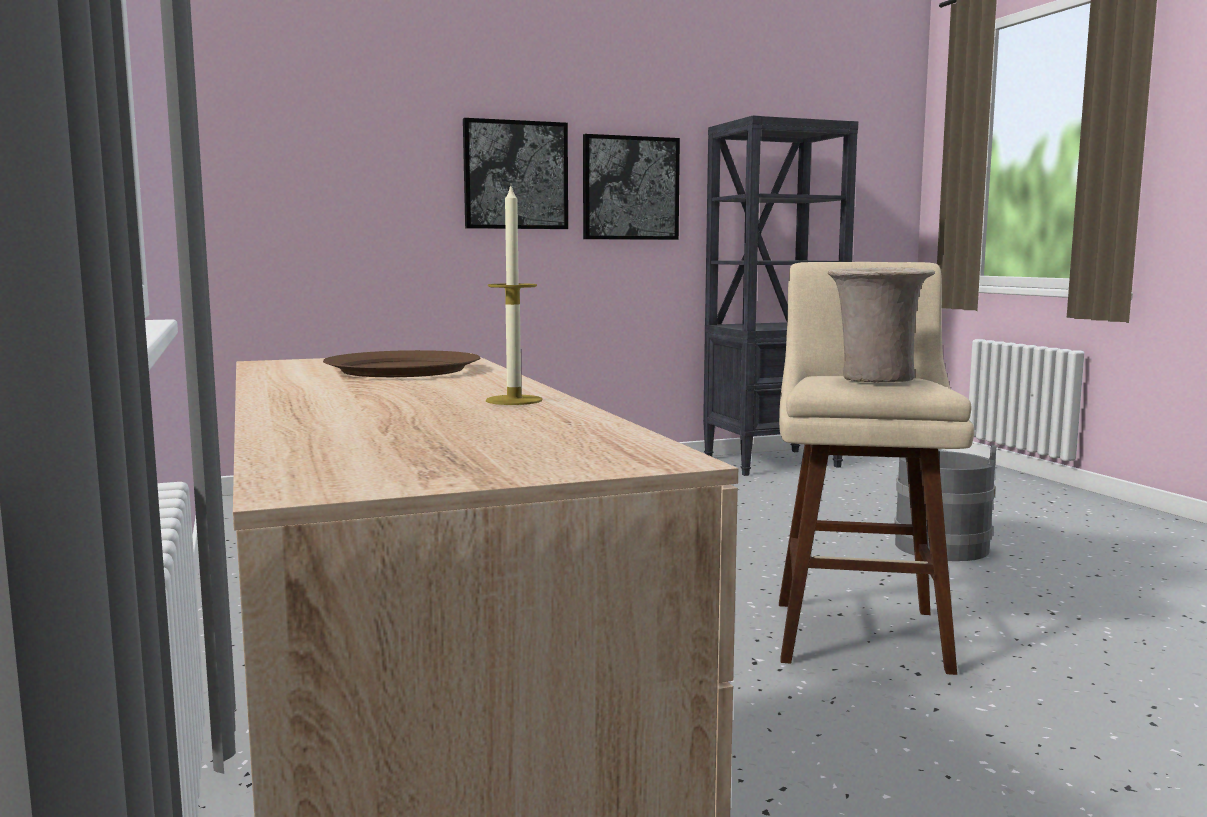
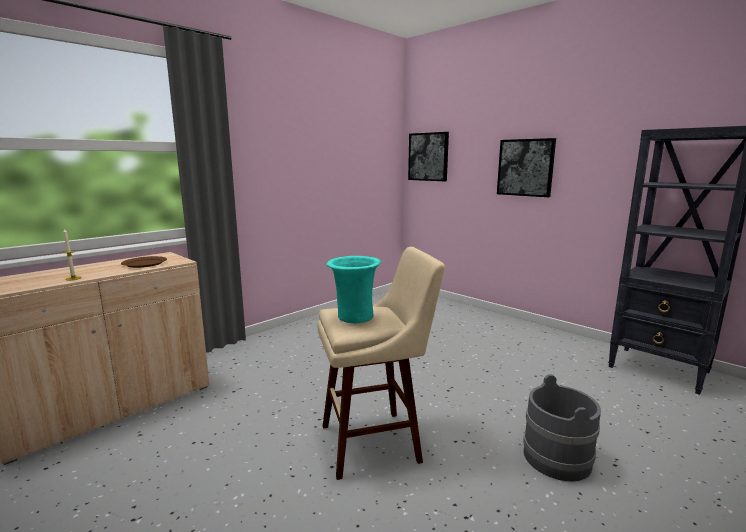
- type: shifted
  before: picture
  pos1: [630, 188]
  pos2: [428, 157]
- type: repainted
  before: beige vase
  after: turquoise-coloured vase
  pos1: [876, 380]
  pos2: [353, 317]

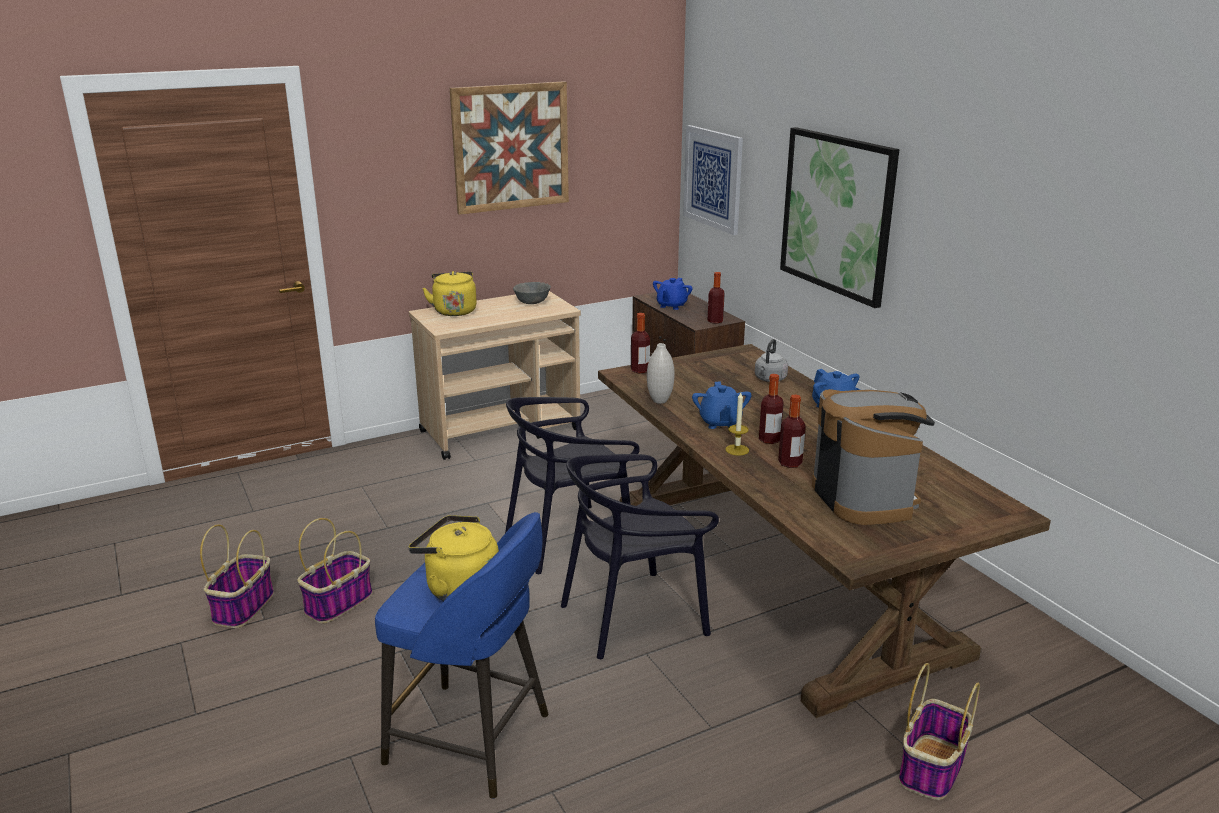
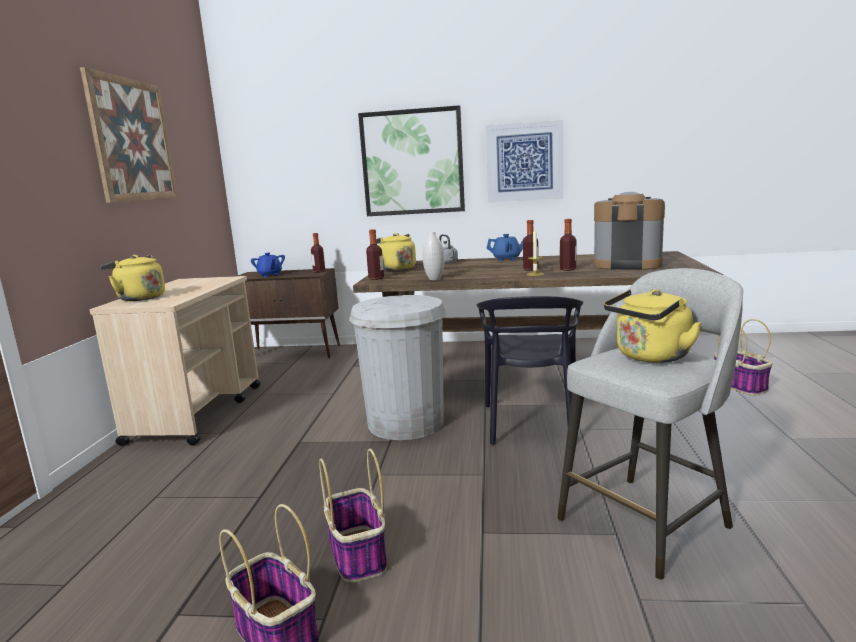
- type: repainted
  before: blue sitting stool
  after: greyish sitting stool
  pos1: [472, 740]
  pos2: [646, 521]
- type: swapped
  before: black chair
  after: white trash can
  pos1: [569, 540]
  pos2: [406, 423]
- type: gone
  before: greyish serving bowl
  pos1: [532, 303]
- type: shifted
  before: picture
  pos1: [713, 178]
  pos2: [524, 162]
- type: gone
  before: blue pot for tea
  pos1: [720, 423]
- type: new
  after: yellowish kettle
  pos2: [396, 268]

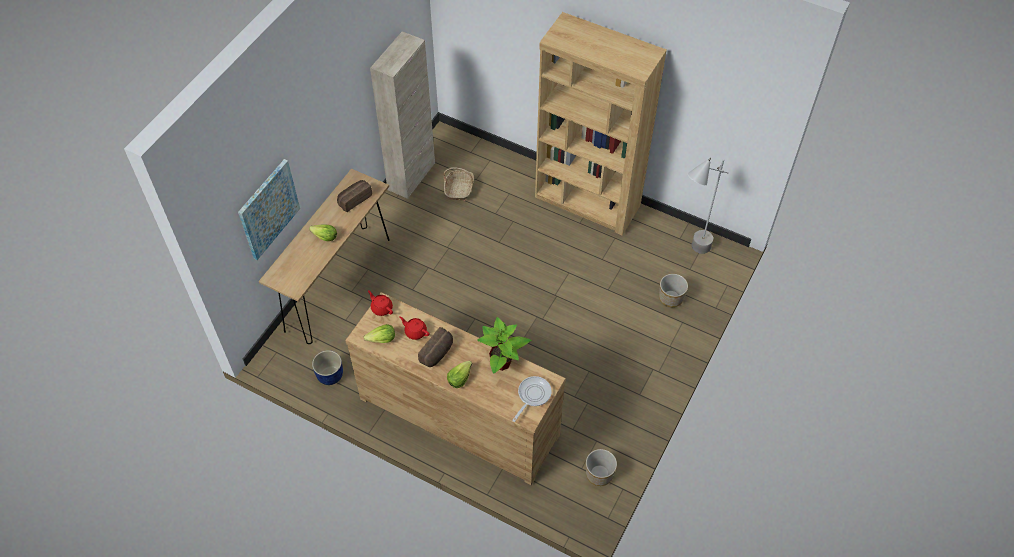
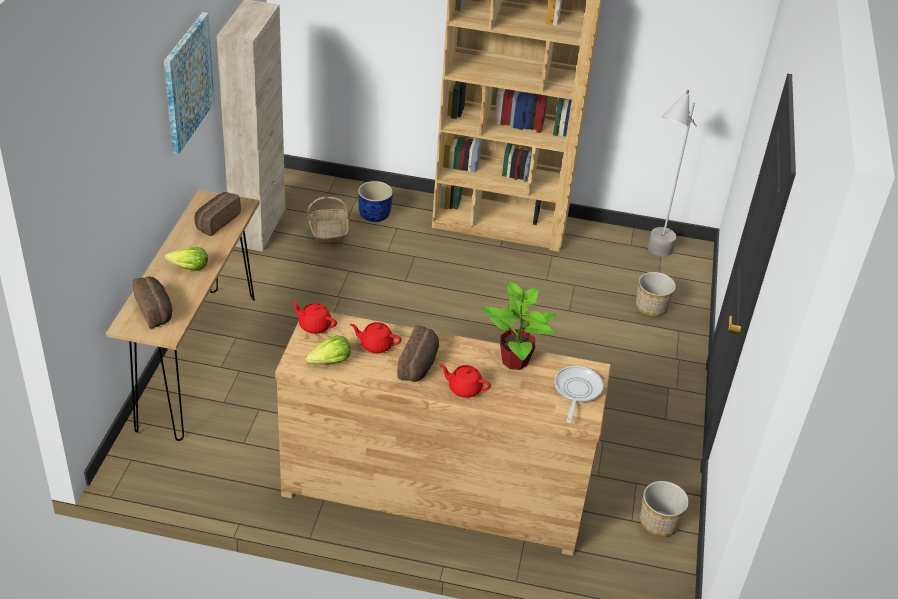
- type: shifted
  before: picture
  pos1: [268, 209]
  pos2: [187, 82]
- type: shifted
  before: blue plant pot
  pos1: [330, 375]
  pos2: [375, 215]
- type: swapped
  before: lettuce
  after: reddish pot for tea
  pos1: [459, 378]
  pos2: [464, 388]
- type: new
  after: bakery bread
  pos2: [155, 310]

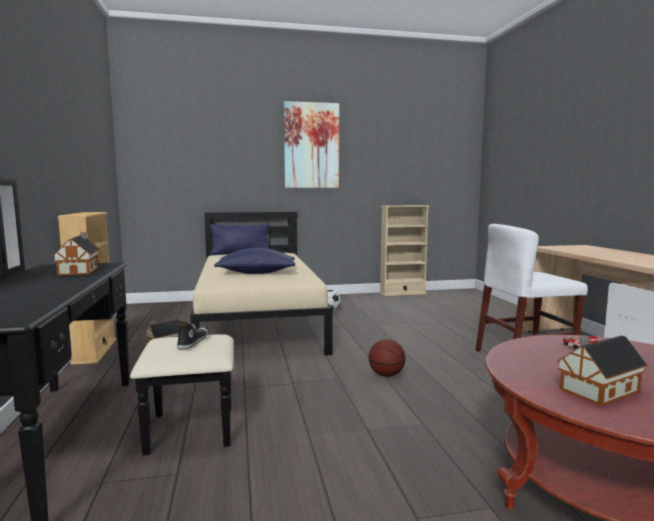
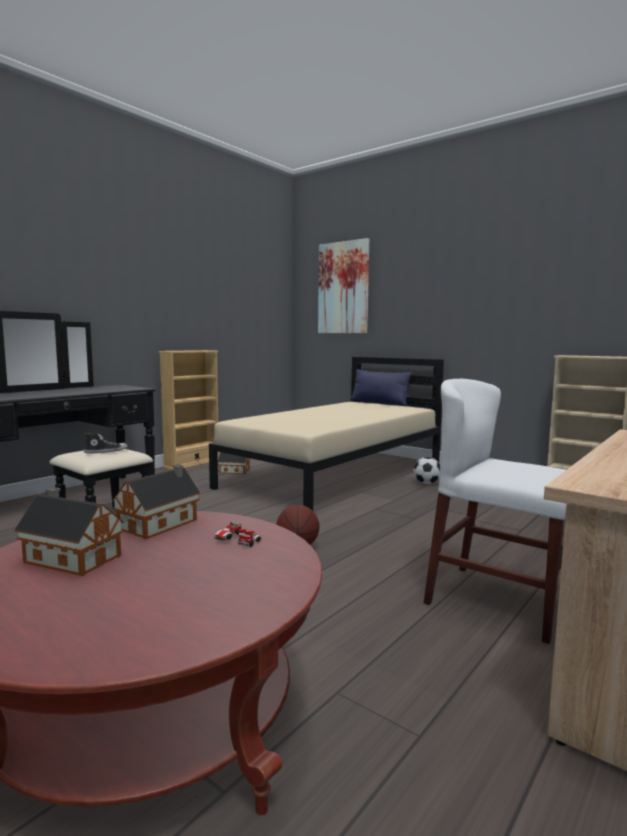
- type: shifted
  before: model house
  pos1: [80, 270]
  pos2: [161, 524]
- type: gone
  before: blue pillow
  pos1: [256, 273]
- type: shifted
  before: picture
  pos1: [311, 145]
  pos2: [343, 288]

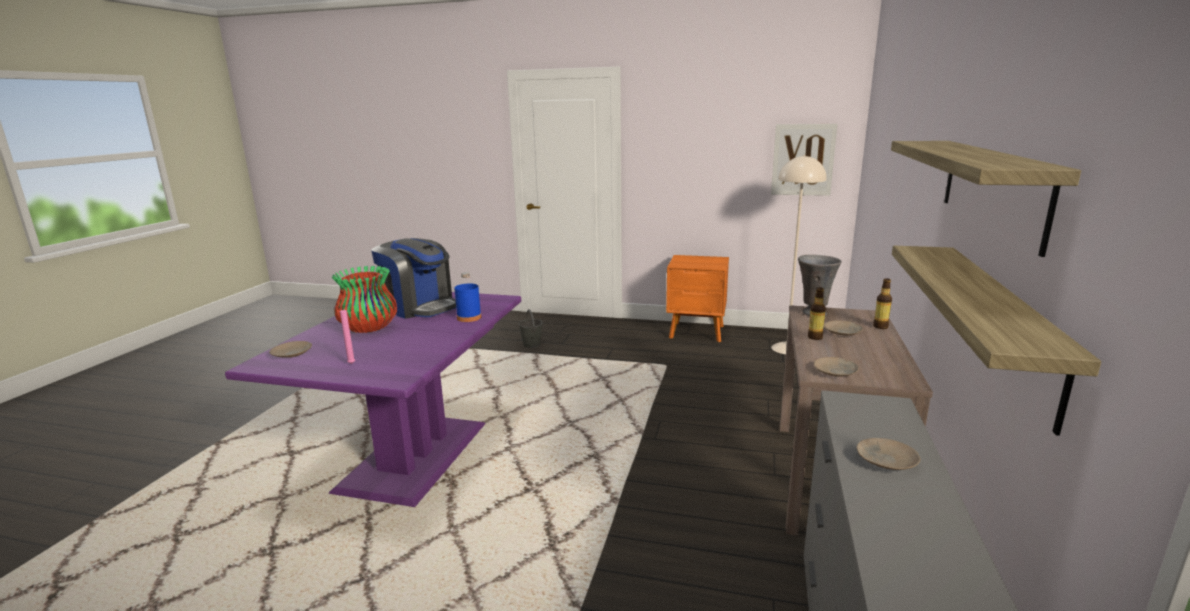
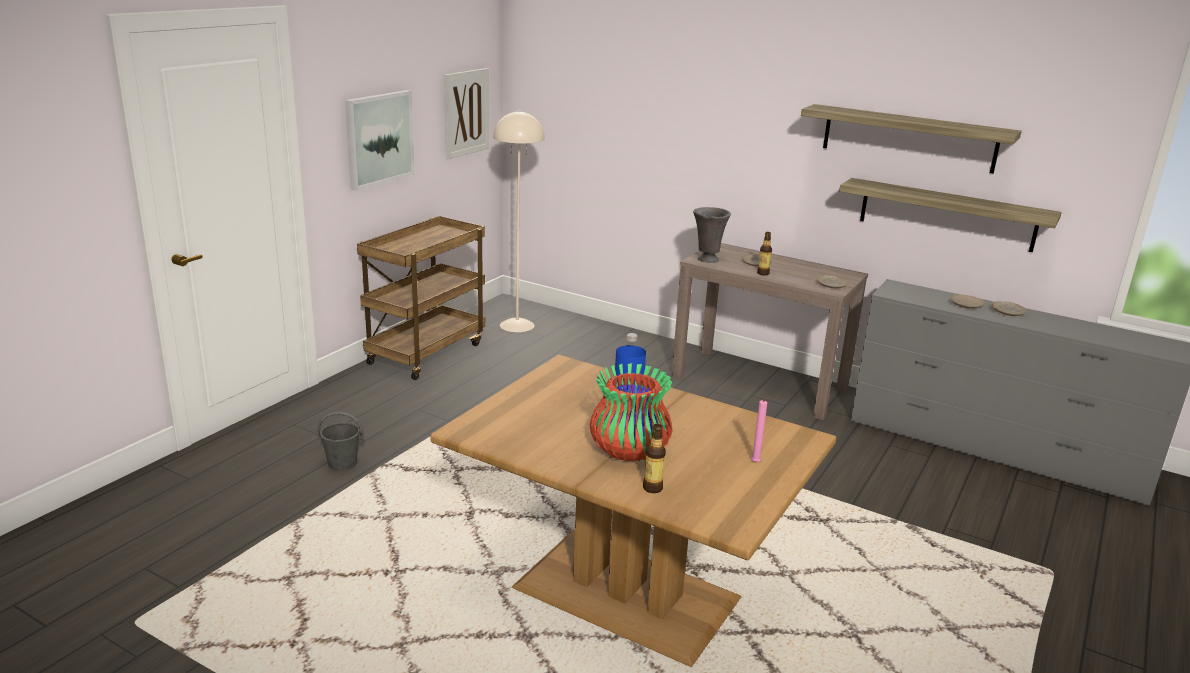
- type: repainted
  before: purple dining table
  after: brownish dining table
  pos1: [412, 456]
  pos2: [625, 595]
- type: shifted
  before: beige flat dish
  pos1: [292, 353]
  pos2: [1008, 312]
- type: gone
  before: coffee maker
  pos1: [419, 307]
- type: swapped
  before: orange-coloured bedside table
  after: brownish trolley
  pos1: [697, 332]
  pos2: [426, 352]
- type: shifted
  before: bottle
  pos1: [880, 327]
  pos2: [652, 488]
- type: new
  after: picture
  pos2: [378, 138]

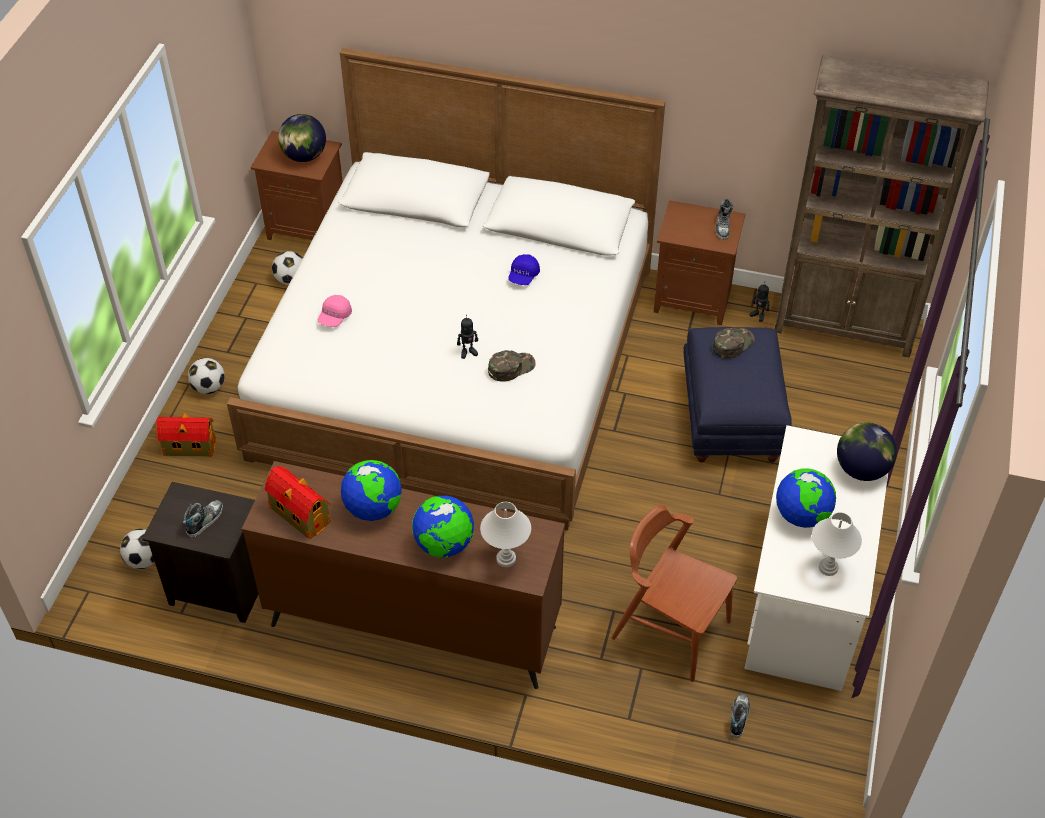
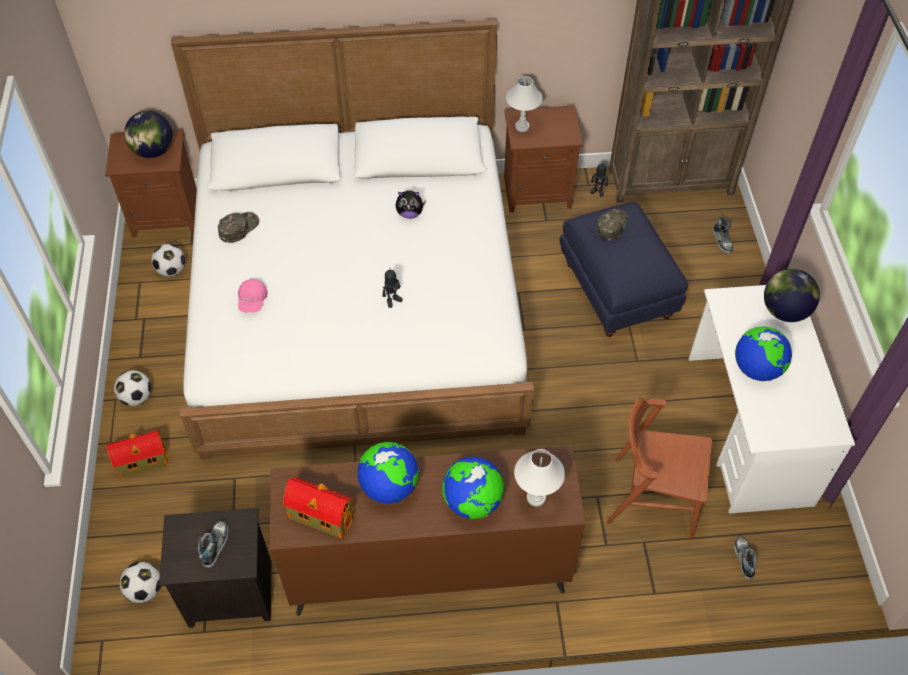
- type: shifted
  before: green cap
  pos1: [511, 367]
  pos2: [238, 228]
- type: swapped
  before: blue cap
  after: plush toy
  pos1: [523, 276]
  pos2: [410, 213]
- type: shifted
  before: item of footwear
  pos1: [723, 226]
  pos2: [722, 240]
- type: shifted
  before: white tabletop lamp
  pos1: [827, 568]
  pos2: [522, 127]

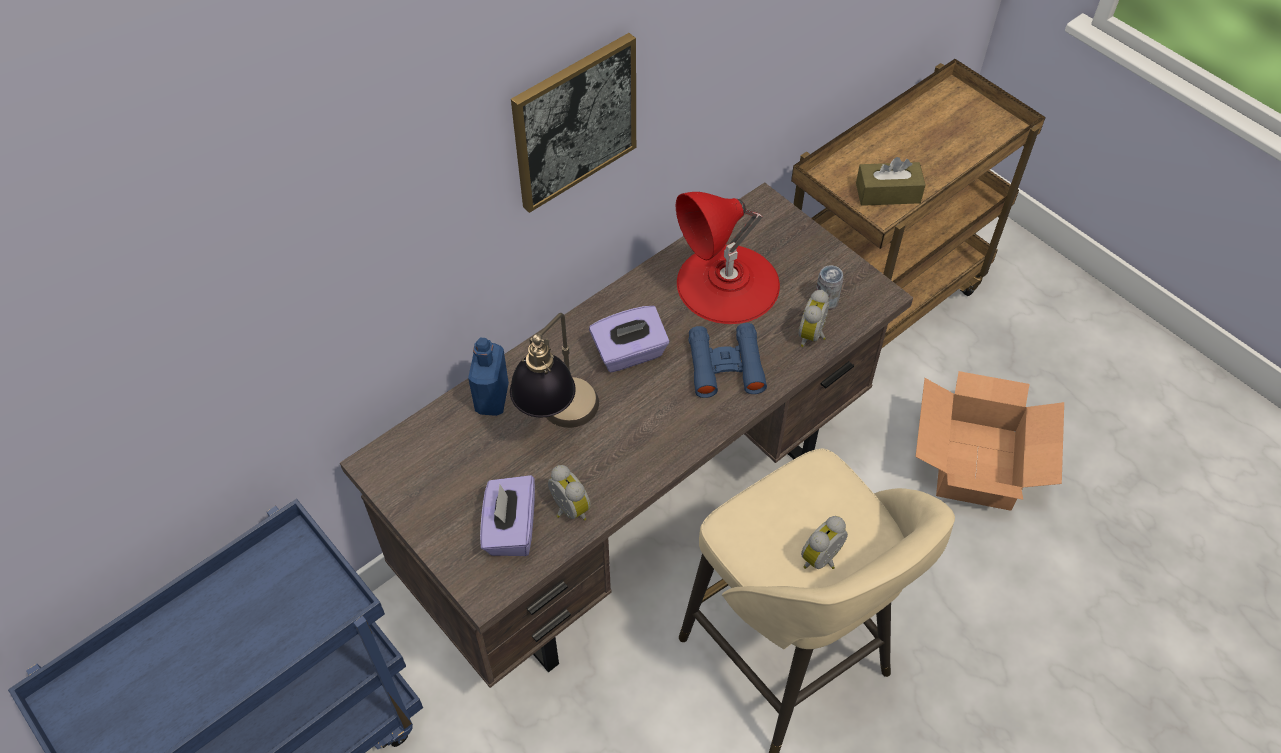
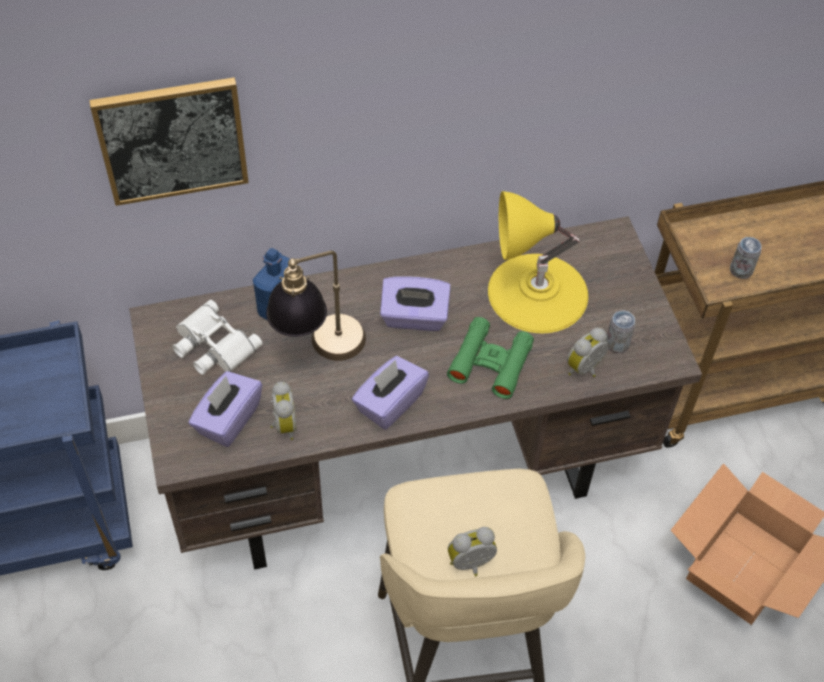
- type: shifted
  before: picture
  pos1: [574, 122]
  pos2: [172, 140]
- type: repainted
  before: reddish tabletop lamp
  after: yellowish tabletop lamp
  pos1: [728, 284]
  pos2: [537, 293]
- type: repainted
  before: blue binoculars
  after: green binoculars
  pos1: [725, 366]
  pos2: [490, 363]
- type: swapped
  before: brownish tissue holder
  after: sealed can
  pos1: [887, 193]
  pos2: [741, 270]
- type: new
  after: white binoculars
  pos2: [212, 345]
- type: new
  after: purple tissue holder
  pos2: [389, 403]

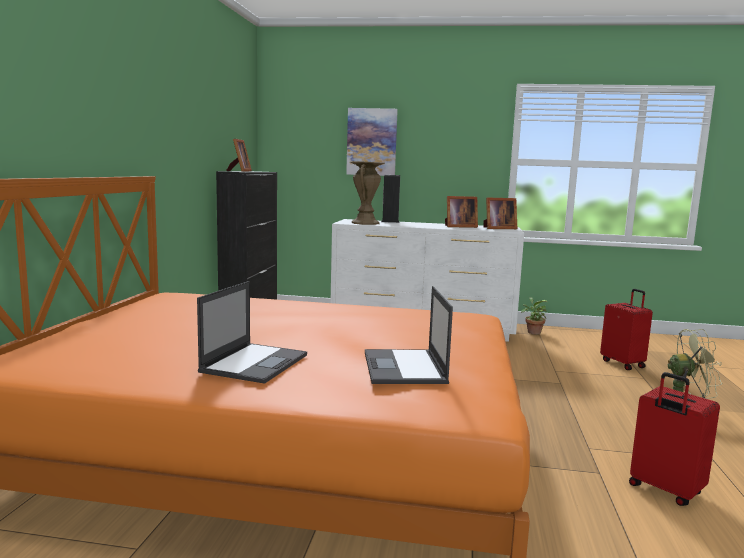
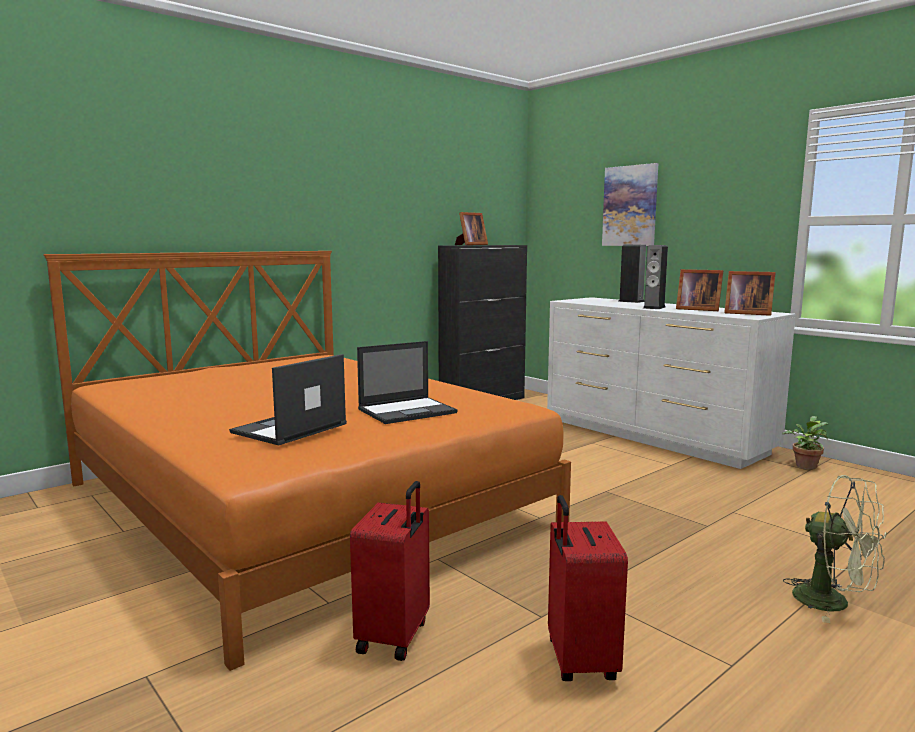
- type: shifted
  before: portable computer
  pos1: [255, 363]
  pos2: [408, 411]
- type: gone
  before: brownish vase
  pos1: [365, 223]
- type: shifted
  before: reddish travel case
  pos1: [623, 364]
  pos2: [395, 637]
- type: new
  after: speaker
  pos2: [654, 307]

